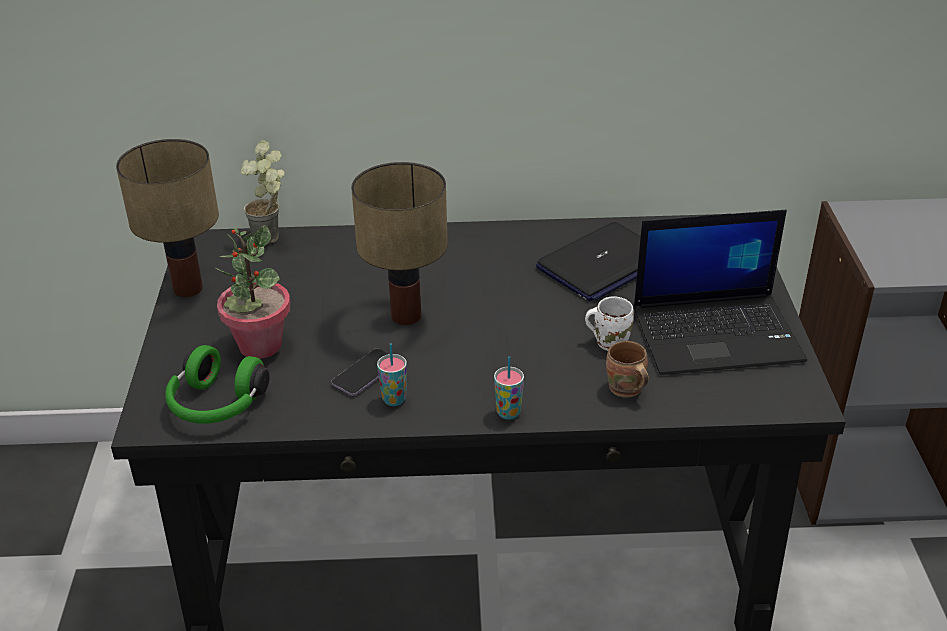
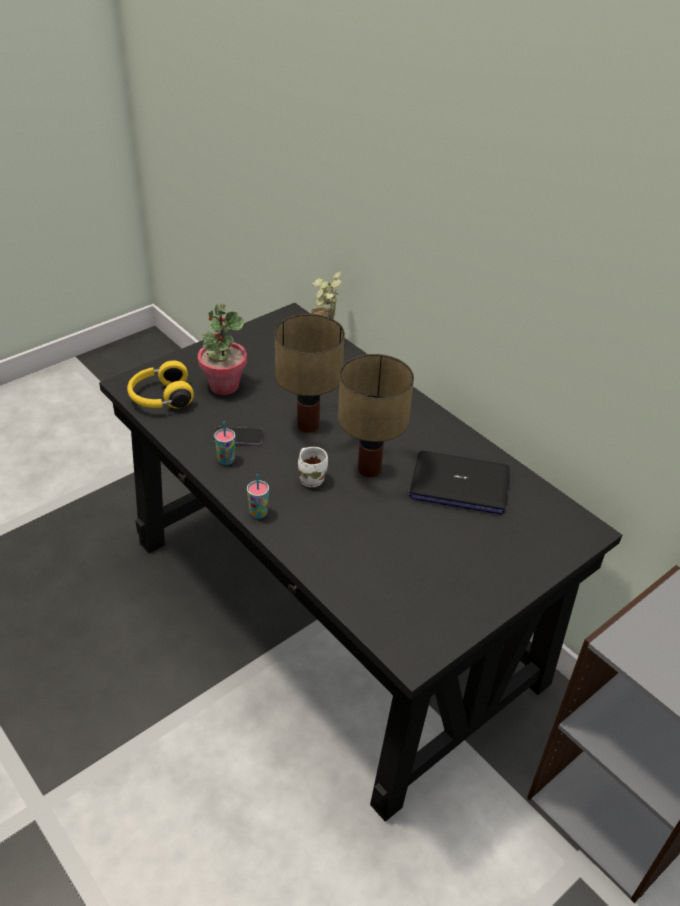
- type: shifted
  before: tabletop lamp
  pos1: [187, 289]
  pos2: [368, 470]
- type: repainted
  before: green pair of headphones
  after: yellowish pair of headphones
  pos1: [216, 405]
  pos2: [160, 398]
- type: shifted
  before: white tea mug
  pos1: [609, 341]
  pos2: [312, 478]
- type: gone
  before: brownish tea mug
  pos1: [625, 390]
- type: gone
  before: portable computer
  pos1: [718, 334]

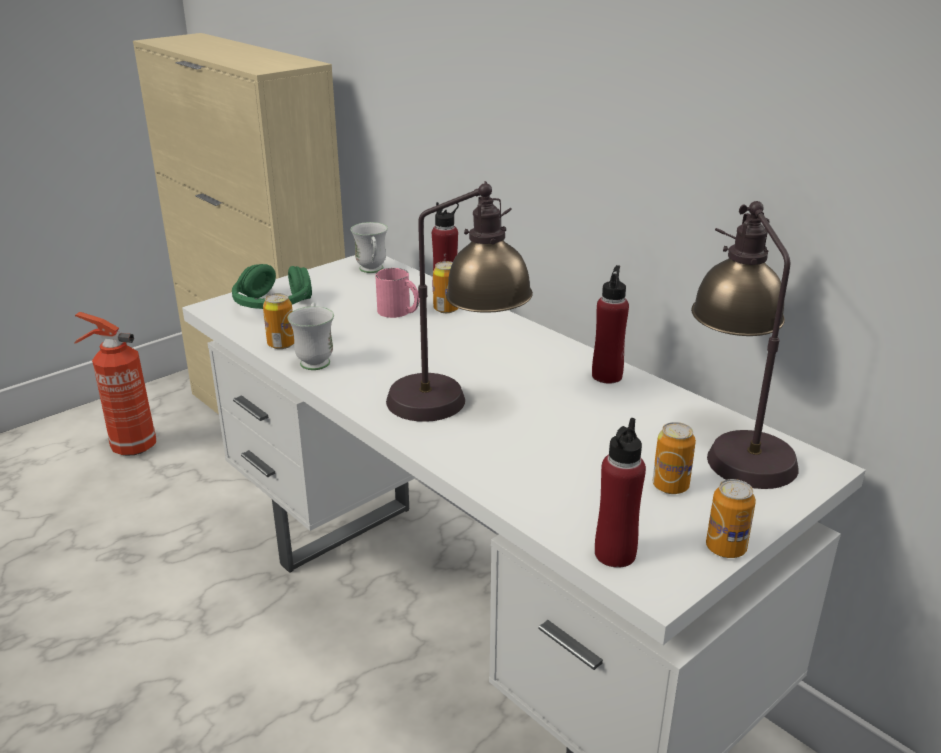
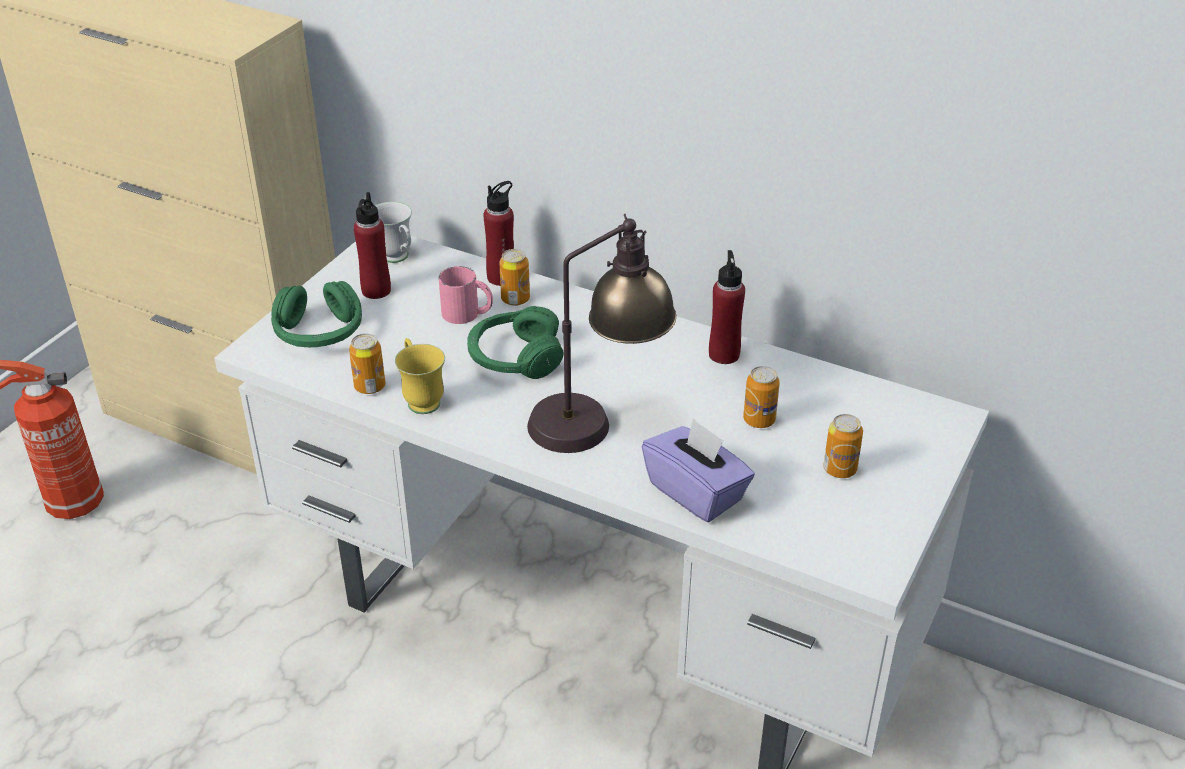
- type: repainted
  before: white tea mug
  after: yellowish tea mug
  pos1: [315, 359]
  pos2: [421, 398]
- type: shifted
  before: reddish bottle
  pos1: [614, 554]
  pos2: [376, 290]
- type: gone
  before: tabletop lamp
  pos1: [734, 444]
- type: shifted
  before: sealed can
  pos1: [725, 548]
  pos2: [759, 420]
- type: new
  after: green pair of headphones
  pos2: [515, 357]
- type: new
  after: purple tissue holder
  pos2: [696, 492]

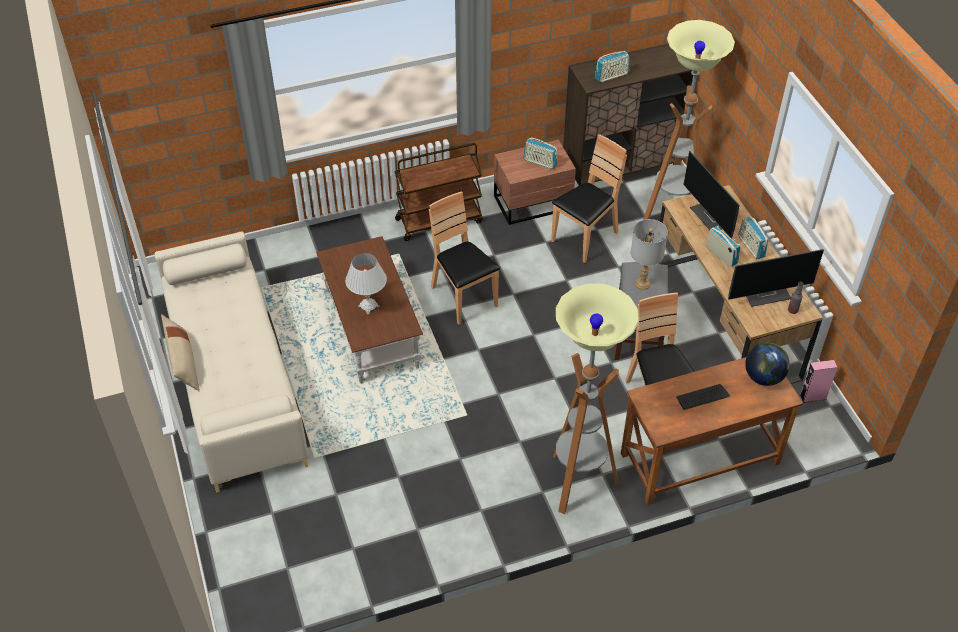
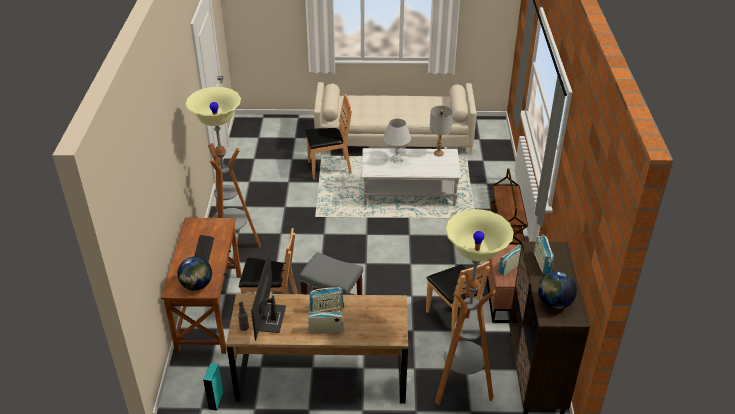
- type: gone
  before: beige pillow
  pos1: [183, 363]
- type: repainted
  before: brownish coffee table
  after: white coffee table
  pos1: [371, 328]
  pos2: [409, 193]
- type: shifted
  before: brownish chair
  pos1: [463, 298]
  pos2: [329, 168]
- type: shifted
  before: greyish tabletop lamp
  pos1: [642, 283]
  pos2: [439, 153]
- type: gone
  before: computer display
  pos1: [712, 217]
- type: repainted
  before: pinkish speaker
  after: turquoise-coloured speaker
  pos1: [813, 397]
  pos2: [216, 401]
- type: new
  after: globe
  pos2: [554, 303]

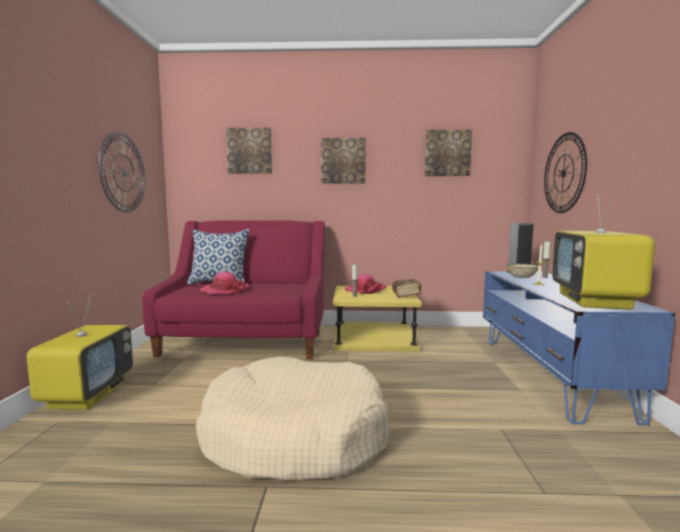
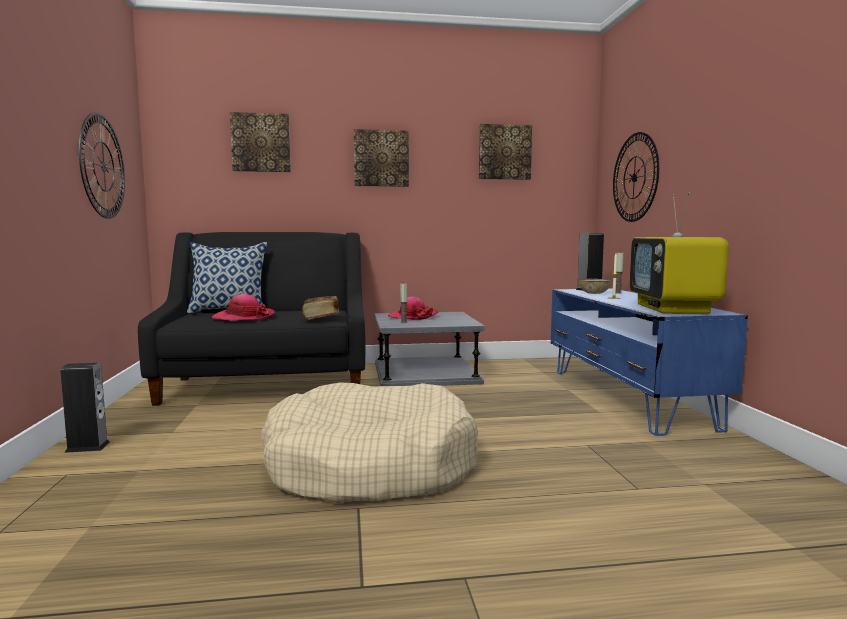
- type: swapped
  before: TV
  after: speaker
  pos1: [88, 394]
  pos2: [87, 447]
- type: repainted
  before: reddish settee
  after: black settee
  pos1: [246, 341]
  pos2: [267, 384]
- type: repainted
  before: yellowish end table
  after: greyish end table
  pos1: [374, 337]
  pos2: [425, 373]
- type: shifted
  before: bound book
  pos1: [406, 295]
  pos2: [321, 318]

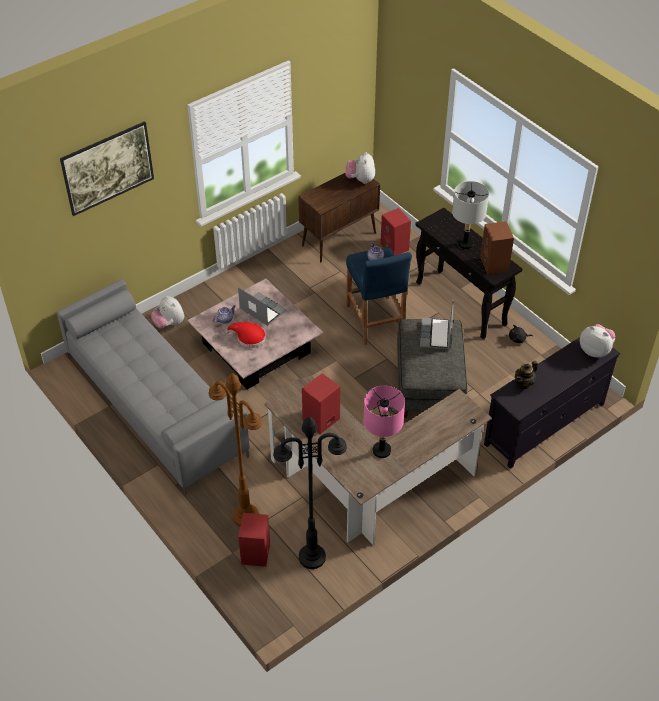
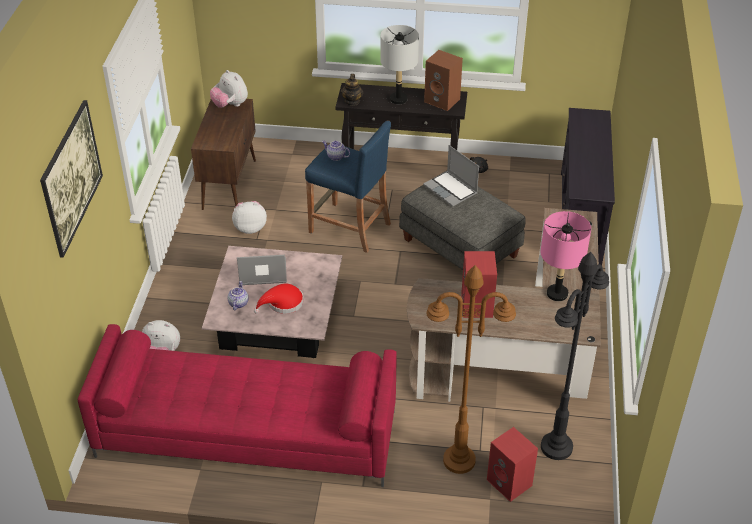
- type: repainted
  before: greyish settee
  after: reddish settee
  pos1: [154, 405]
  pos2: [246, 434]
- type: gone
  before: reddish speaker
  pos1: [395, 247]
- type: shifted
  before: pot for tea
  pos1: [524, 384]
  pos2: [352, 101]
- type: shifted
  before: plush toy
  pos1: [595, 350]
  pos2: [250, 228]

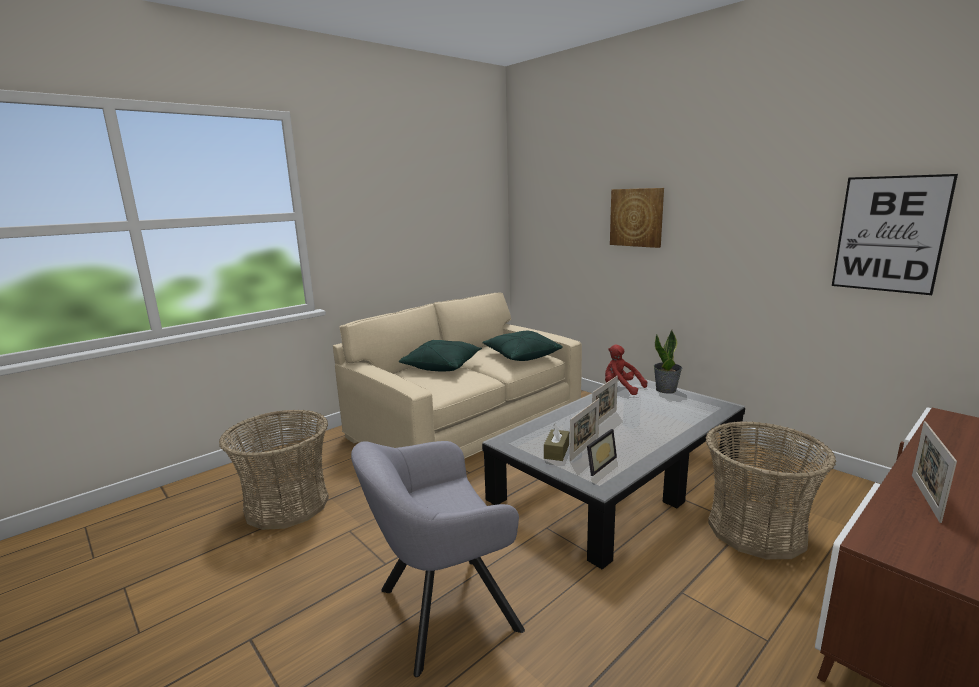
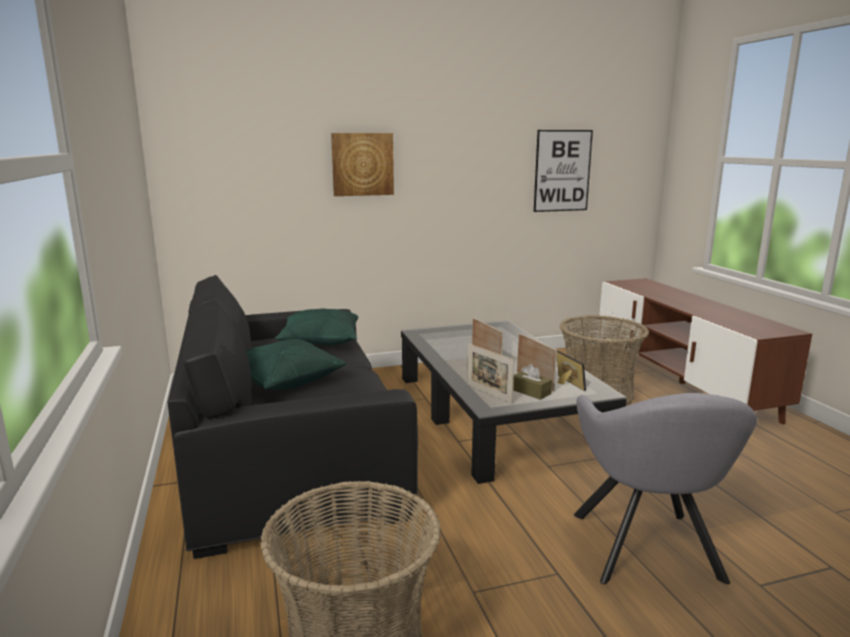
- type: repainted
  before: beige settee
  after: black settee
  pos1: [466, 424]
  pos2: [291, 454]
- type: gone
  before: reddish plush toy
  pos1: [621, 388]
- type: gone
  before: houseplant
  pos1: [666, 390]
- type: shifted
  before: picture frame
  pos1: [925, 497]
  pos2: [488, 393]

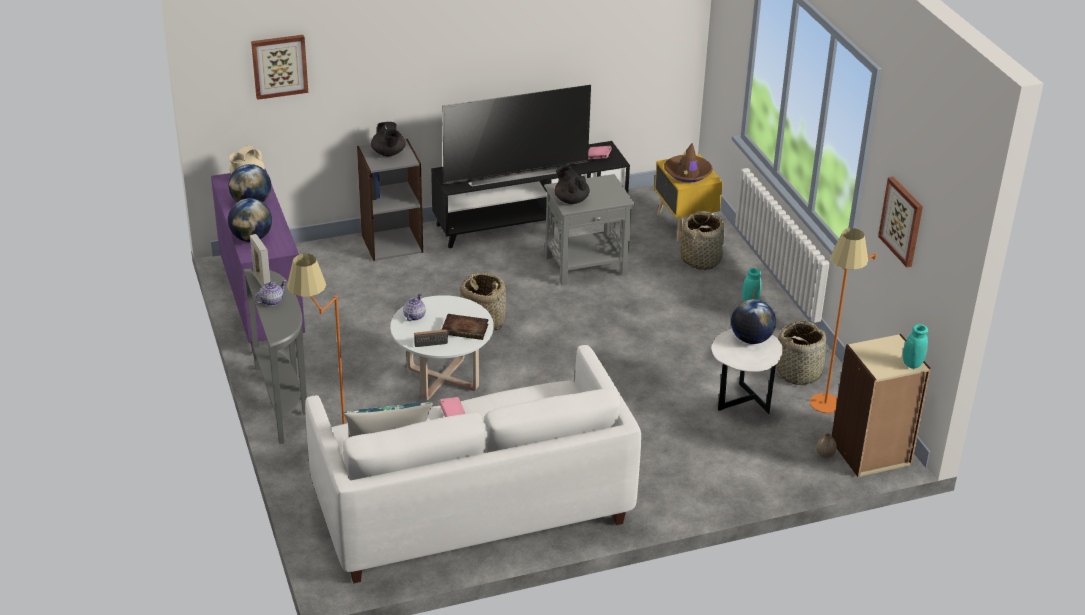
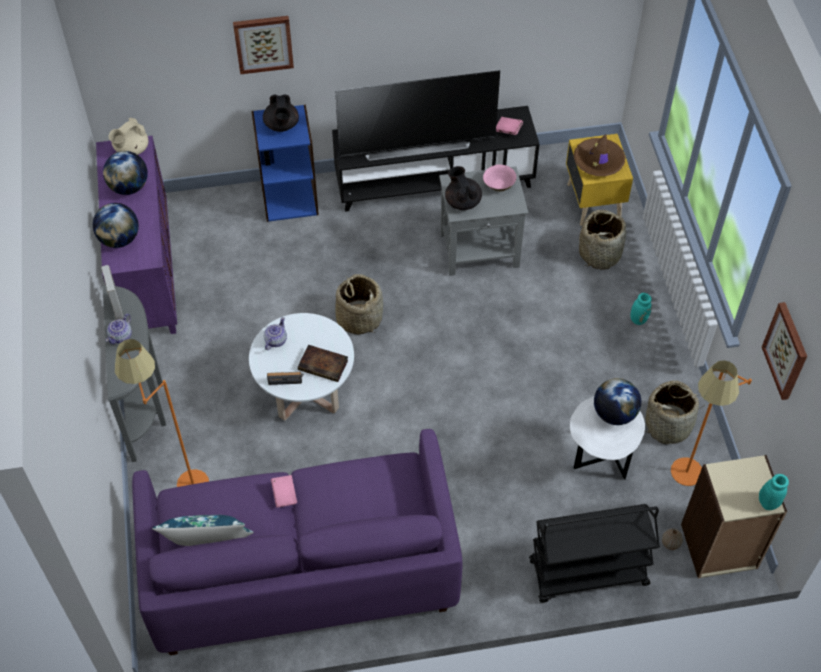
- type: shifted
  before: picture
  pos1: [279, 66]
  pos2: [263, 43]
- type: rotated
  before: pot for tea
  pos1: [271, 301]
  pos2: [121, 336]
  turn: 150
- type: repainted
  before: white settee
  after: purple settee
  pos1: [471, 507]
  pos2: [301, 570]
- type: repainted
  before: greyish bookcase
  after: blue bookcase
  pos1: [392, 243]
  pos2: [289, 198]
- type: new
  after: pinkish serving bowl
  pos2: [499, 185]
- type: new
  after: black trolley
  pos2: [587, 574]

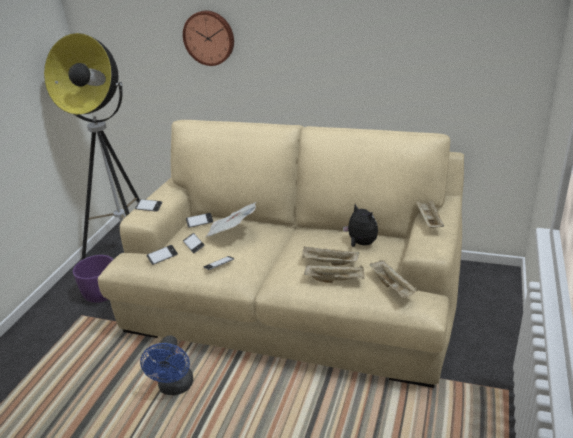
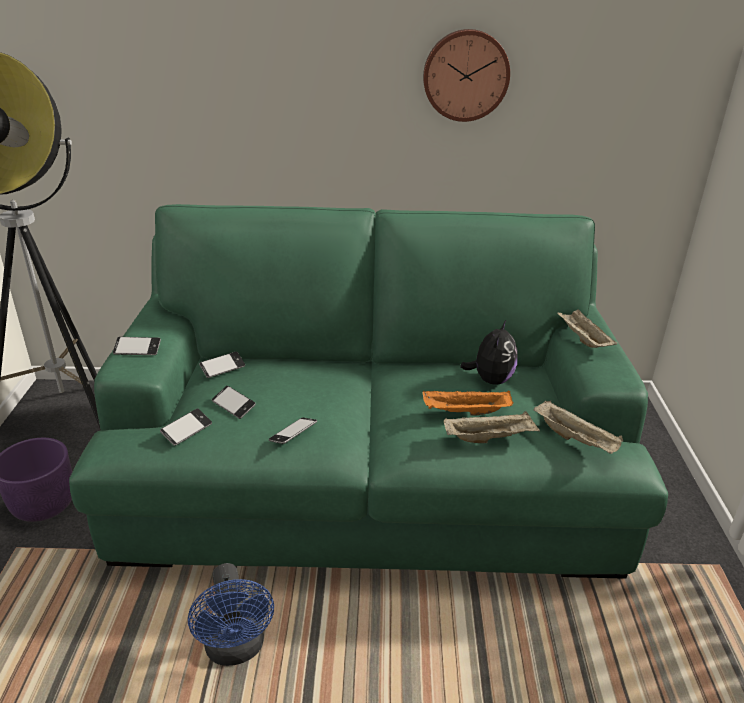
- type: repainted
  before: beige settee
  after: green settee
  pos1: [293, 298]
  pos2: [369, 472]
- type: shifted
  before: hanging clock
  pos1: [209, 37]
  pos2: [465, 75]
- type: gone
  before: daily paper
  pos1: [232, 232]
- type: repainted
  before: beige tray
  after: orange-coloured tray
  pos1: [329, 263]
  pos2: [465, 413]
- type: rotated
  before: plush toy
  pos1: [361, 244]
  pos2: [490, 380]
  turn: 75

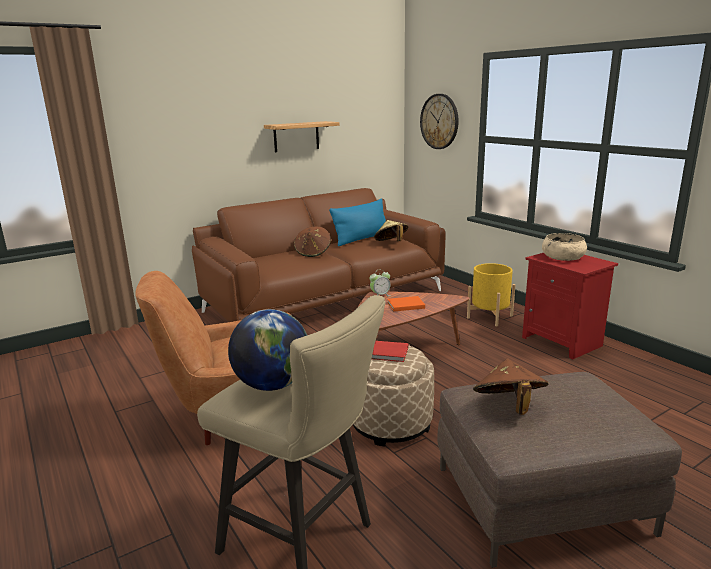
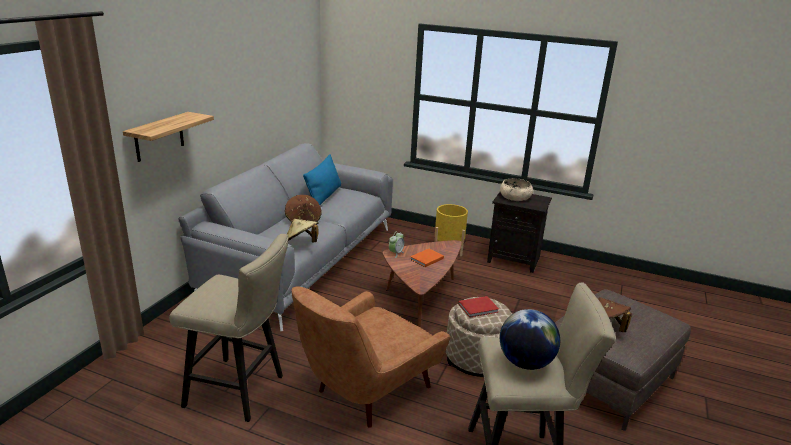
- type: repainted
  before: brownish settee
  after: greyish settee
  pos1: [324, 300]
  pos2: [300, 260]
- type: shifted
  before: shelf
  pos1: [296, 136]
  pos2: [159, 137]
- type: shifted
  before: beige wearable hat
  pos1: [391, 243]
  pos2: [301, 243]
- type: gone
  before: hanging clock
  pos1: [439, 121]
- type: repainted
  before: reddish bedside table
  after: black bedside table
  pos1: [563, 341]
  pos2: [514, 259]
- type: new
  after: beige sitting stool
  pos2: [241, 391]

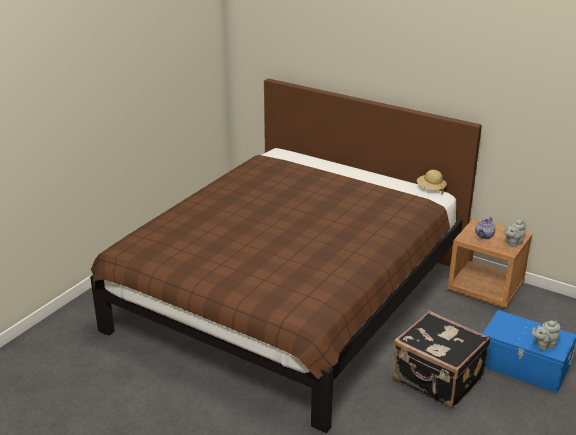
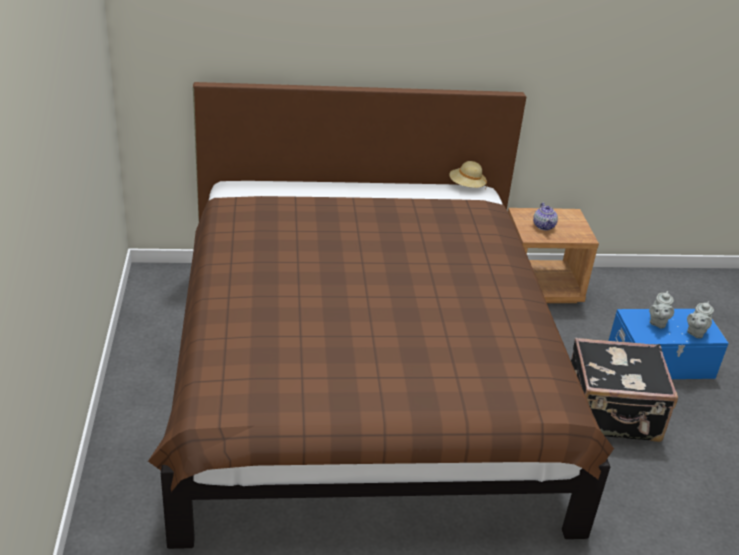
- type: shifted
  before: greyish pot for tea
  pos1: [513, 243]
  pos2: [657, 322]

